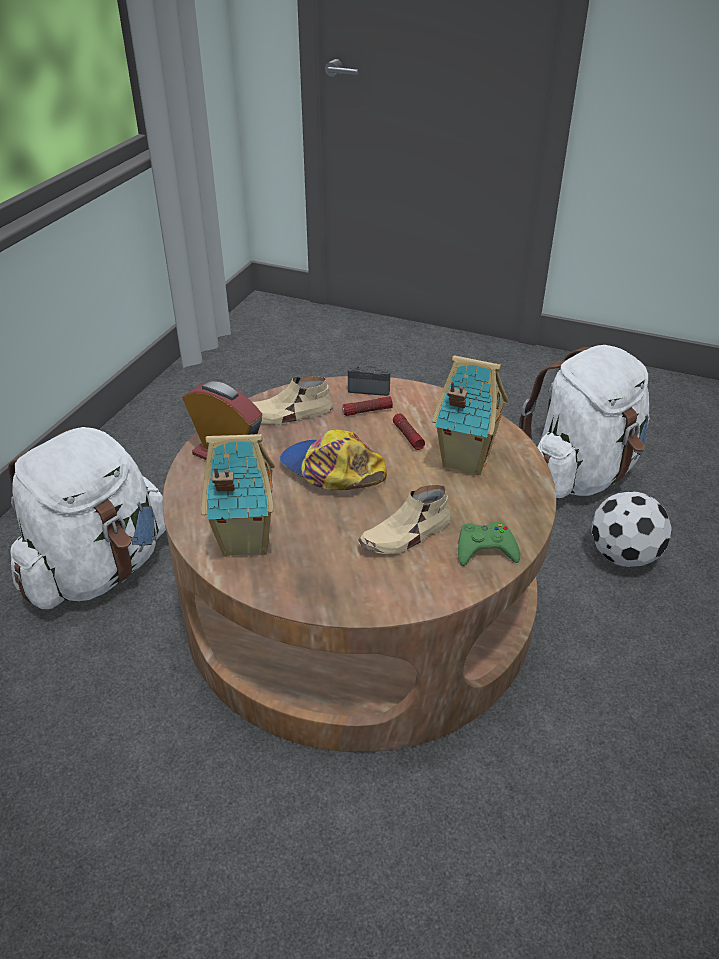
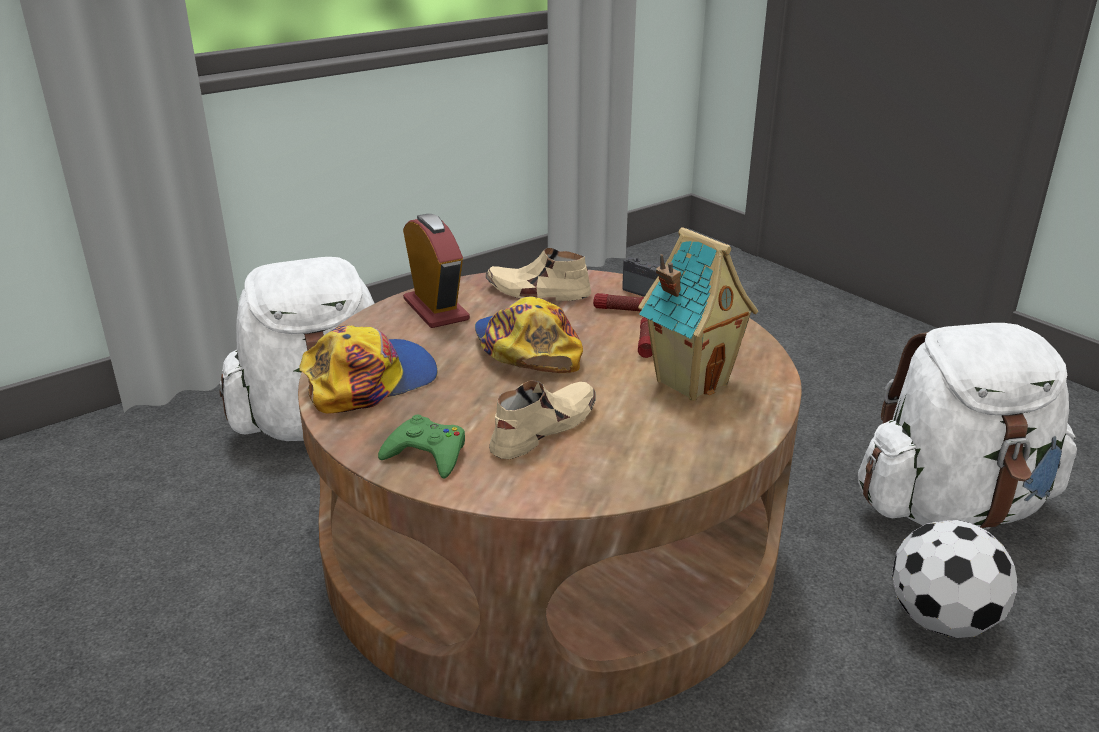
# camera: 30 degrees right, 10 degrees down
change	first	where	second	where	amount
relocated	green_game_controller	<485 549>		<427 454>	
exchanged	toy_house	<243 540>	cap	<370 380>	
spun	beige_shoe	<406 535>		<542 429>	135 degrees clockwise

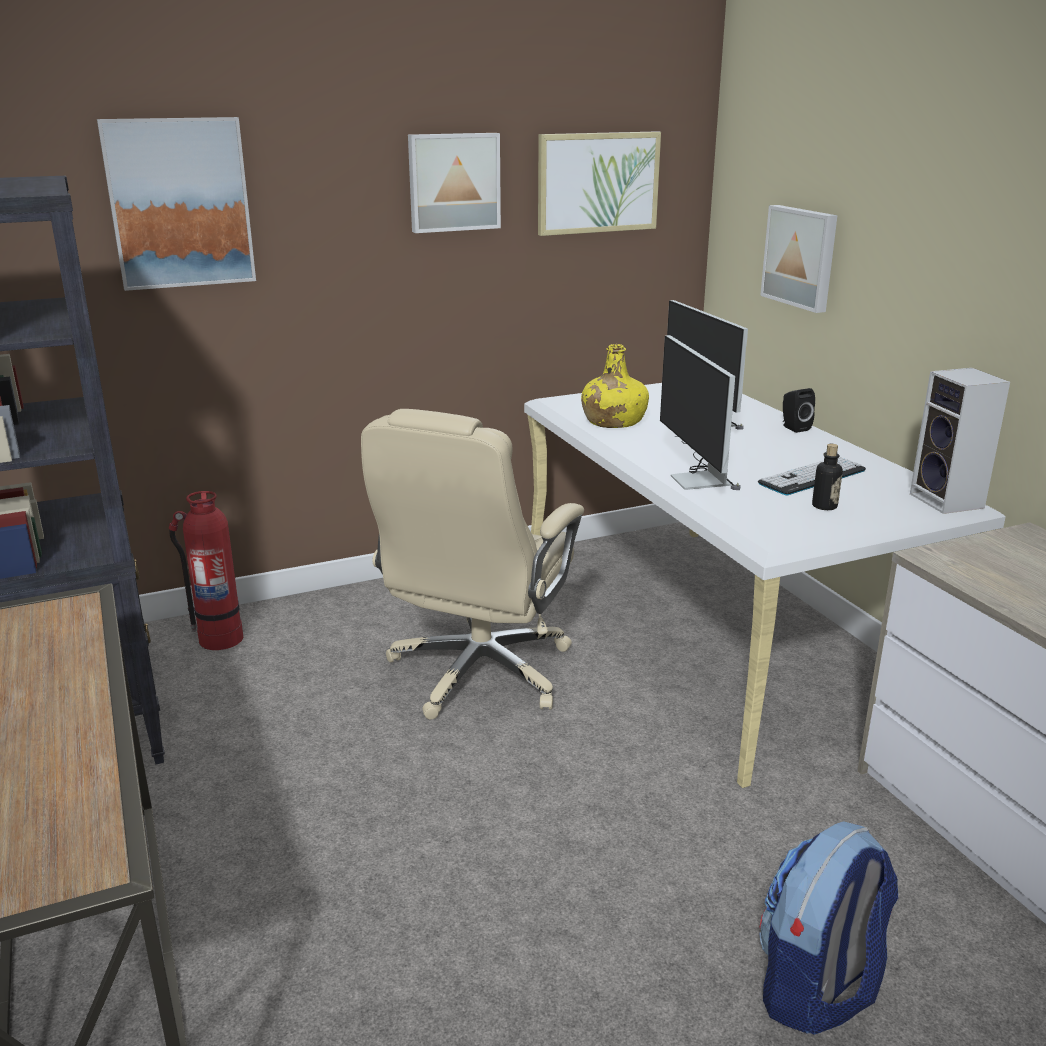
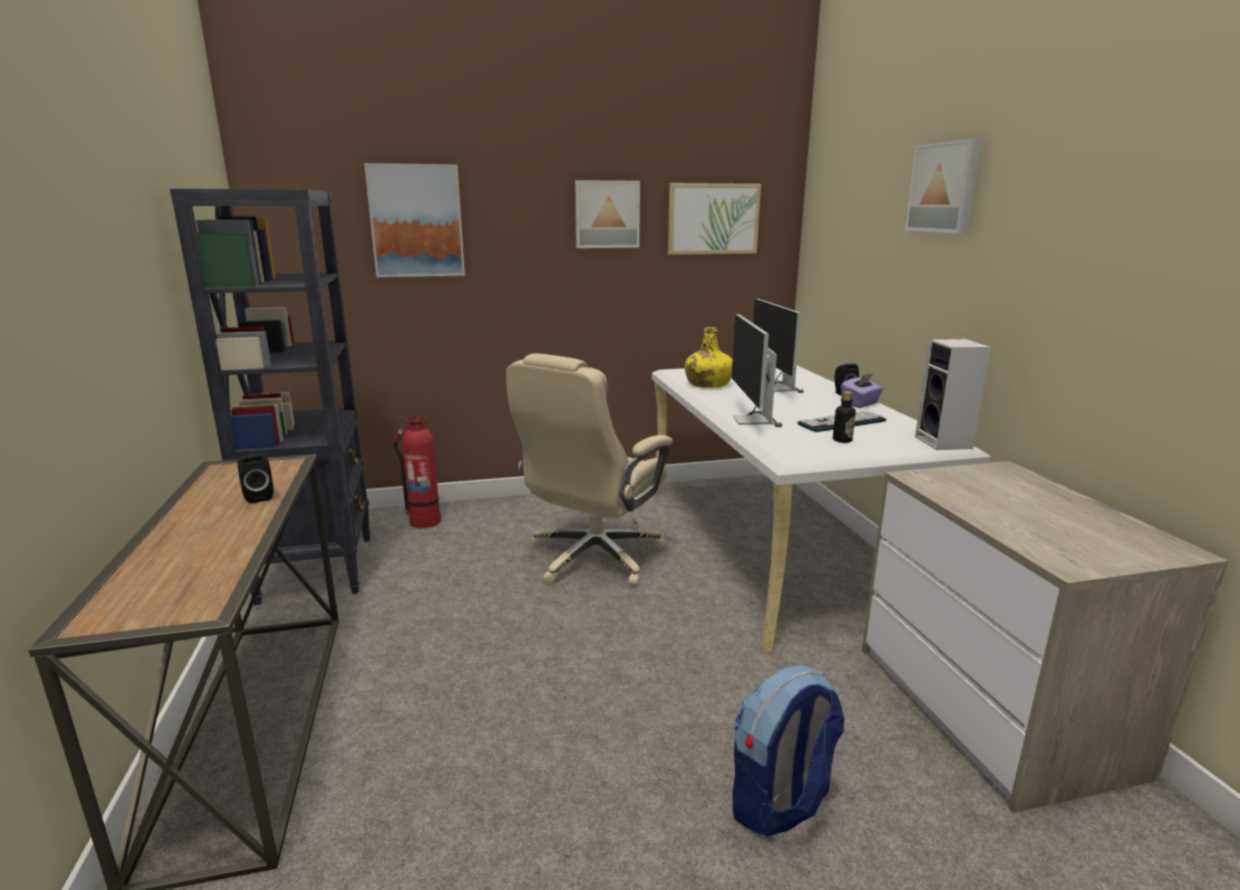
# camera: 10 degrees right, 5 degrees down
change	first	where	second	where	amount
appeared			black_speaker	<258 497>	
appeared			purple_tissue_box	<860 404>	
relocated	picture	<801 257>		<945 188>	

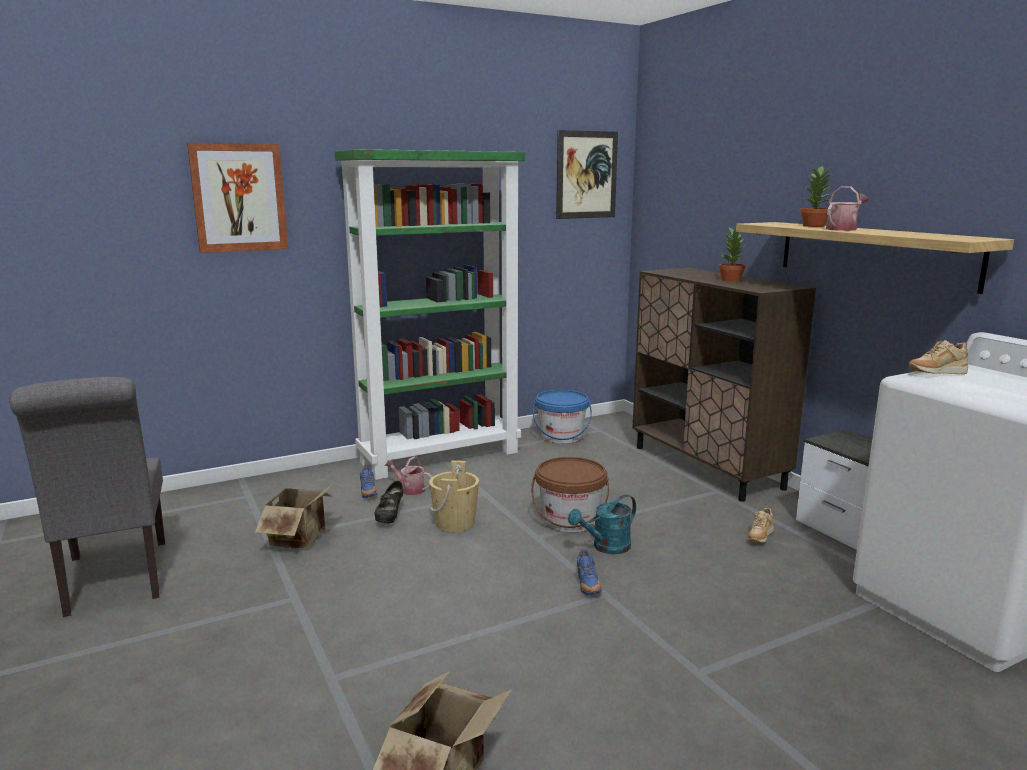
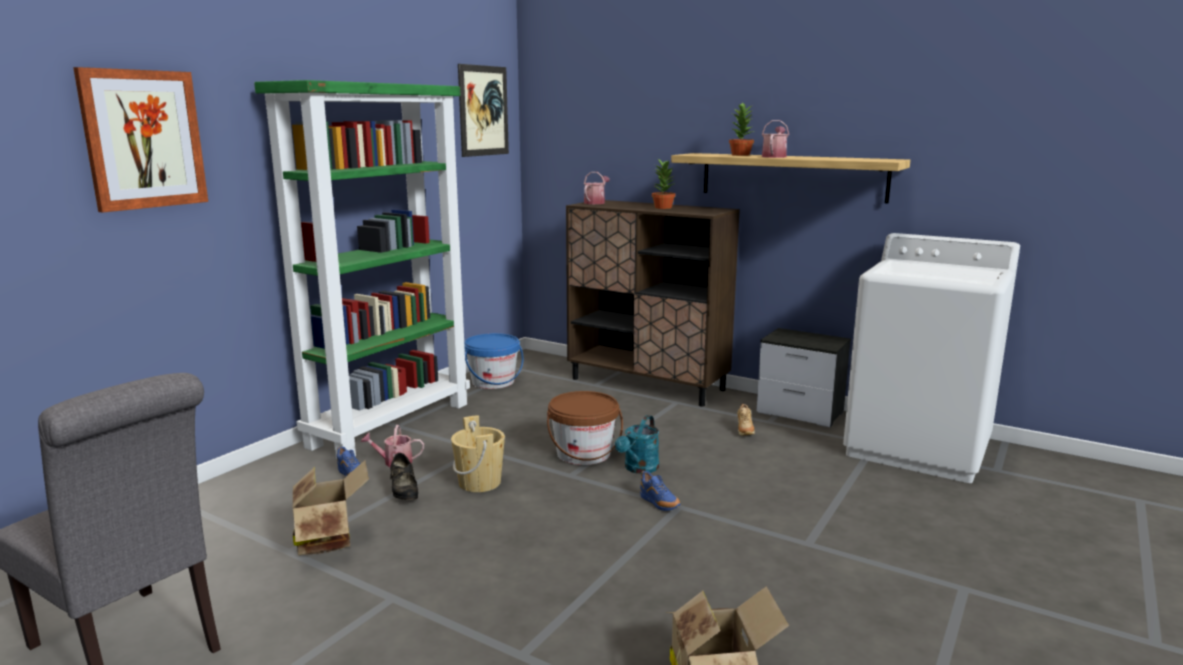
# camera: 30 degrees left, 0 degrees up
change	first	where	second	where	amount
missing	beige_shoe	<936 374>			
appeared			watering_can	<596 202>	

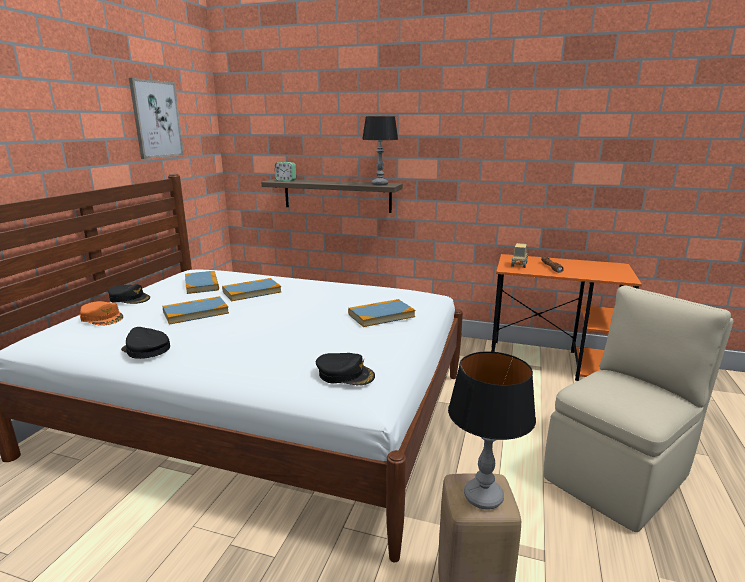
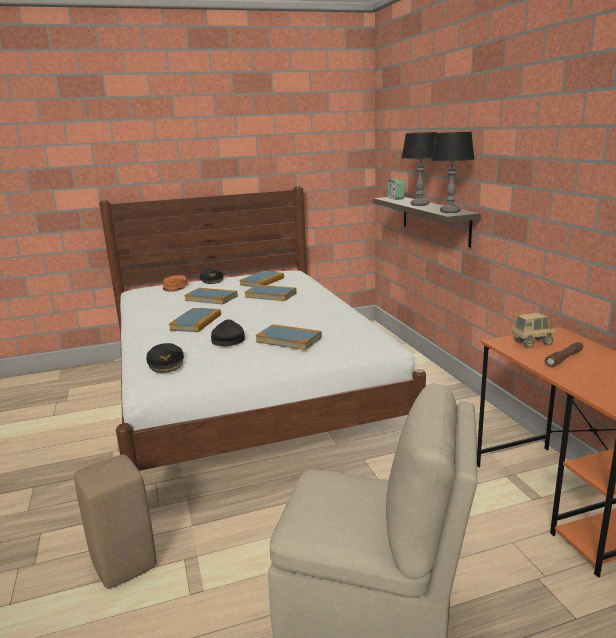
# camera: 55 degrees right, 0 degrees up
change	first	where	second	where	amount
missing	picture	<156 119>			
appeared			book	<196 322>	
relocated	black_cap	<146 349>		<228 339>	
relocated	table_lamp	<483 497>		<419 205>	

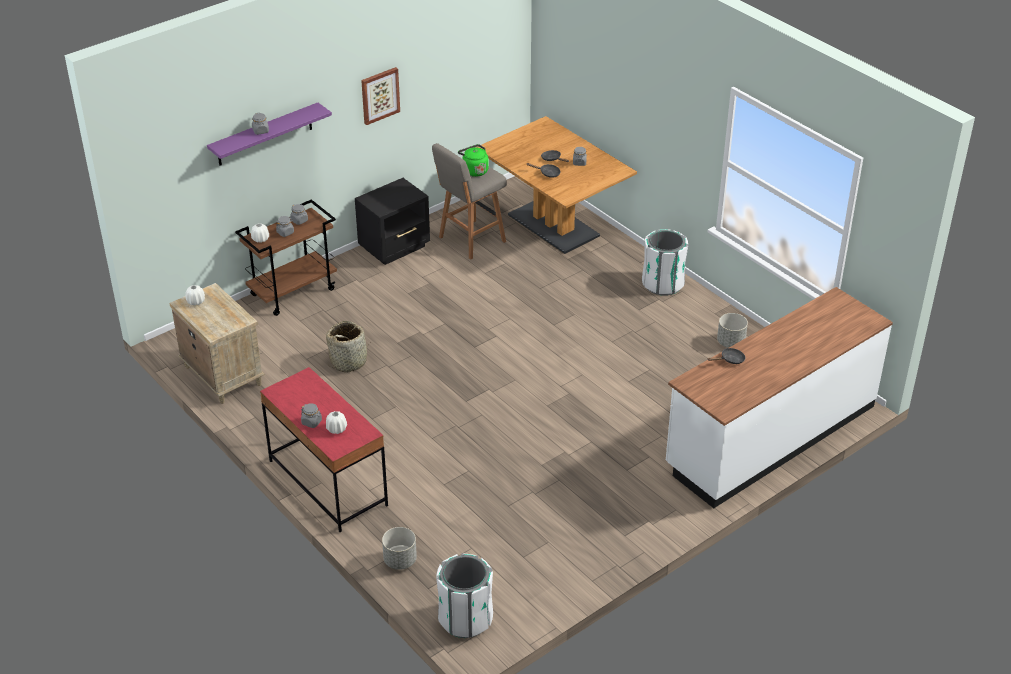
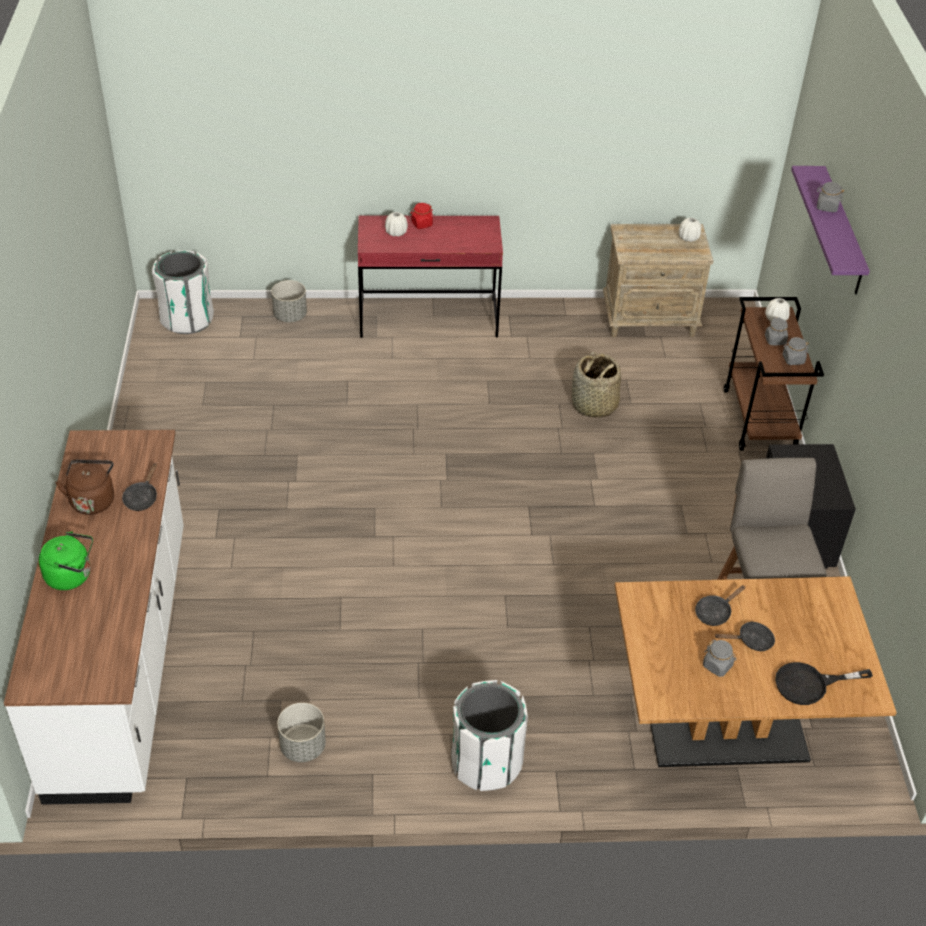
# camera: 125 degrees right, 5 degrees up
change	first	where	second	where	amount
missing	picture	<379 95>			
appeared			brown_kettle	<92 500>	
appeared			black_frying_pan	<809 684>	
relocated	green_kettle	<474 170>		<72 576>	
colour	grey_jar	<312 422>	red_jar	<421 224>	

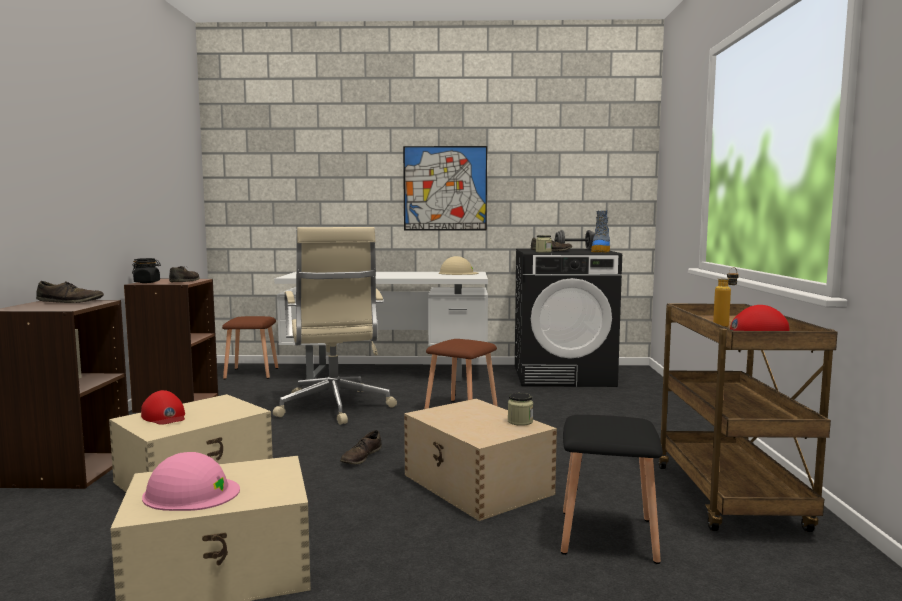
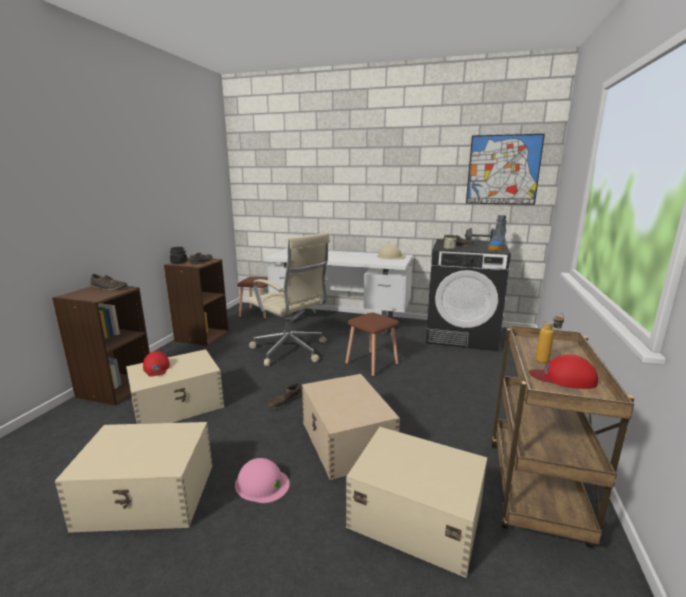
# camera: 15 degrees right, 10 degrees up
change	first	where	second	where	amount
missing	jar	<520 421>			
relocated	pink_hard_hat	<191 493>		<262 483>	
relocated	picture	<445 188>		<503 170>	
exchanged	black_stool	<606 536>	beige_storage_box	<414 515>	
spun	beige_office_chair	<334 408>		<291 351>	45 degrees counterclockwise

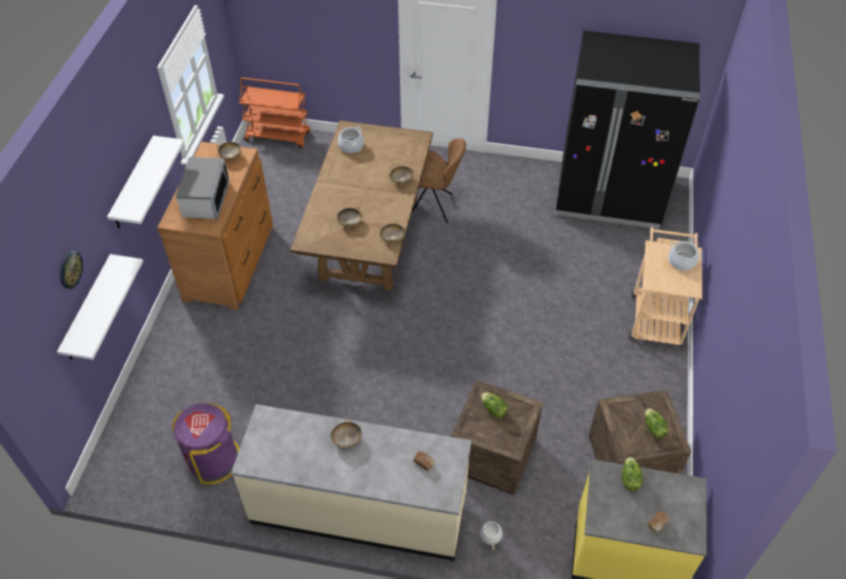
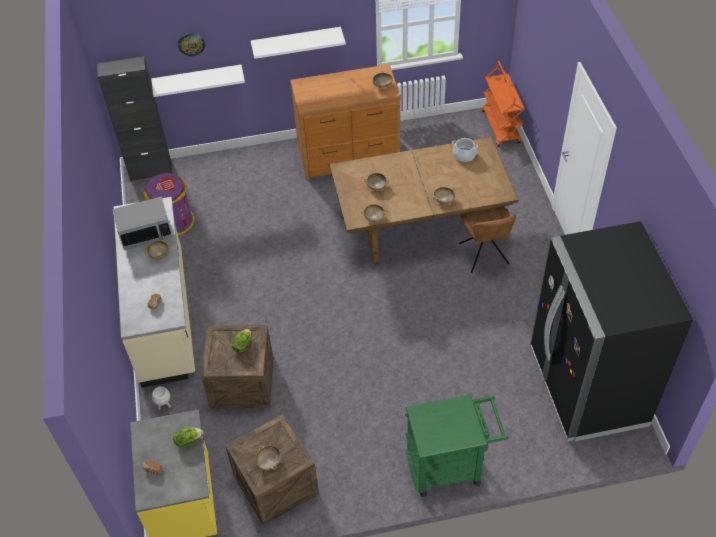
# camera: 70 degrees right, 0 degrees up
change	first	where	second	where	amount
missing	cooking_pot	<681 262>			
appeared			black_cabinet	<150 171>	
relocated	microwave	<206 200>		<146 233>	
exchanged	lettuce	<653 428>	beige_bowl	<269 462>	
colour	beige_cart	<656 314>	green_cart	<450 466>	

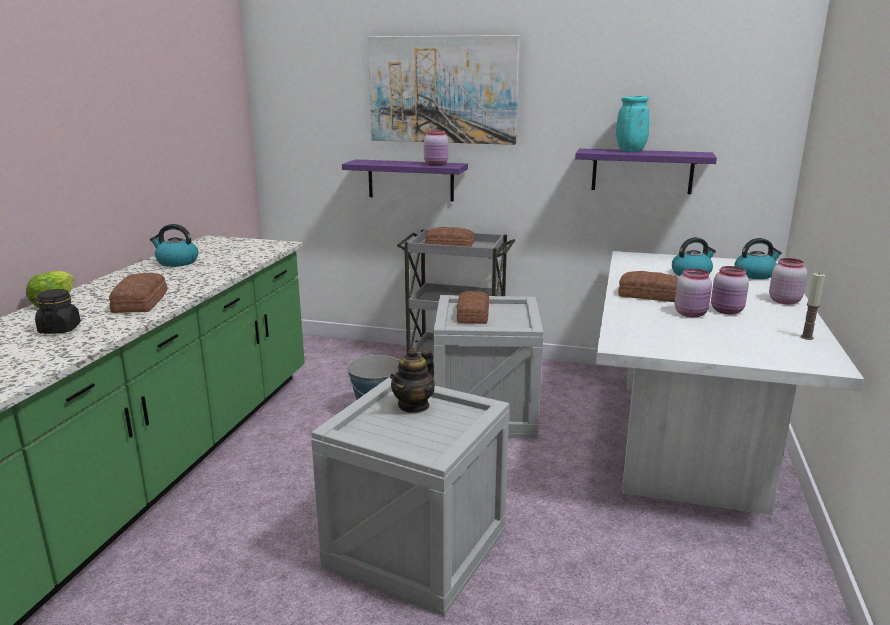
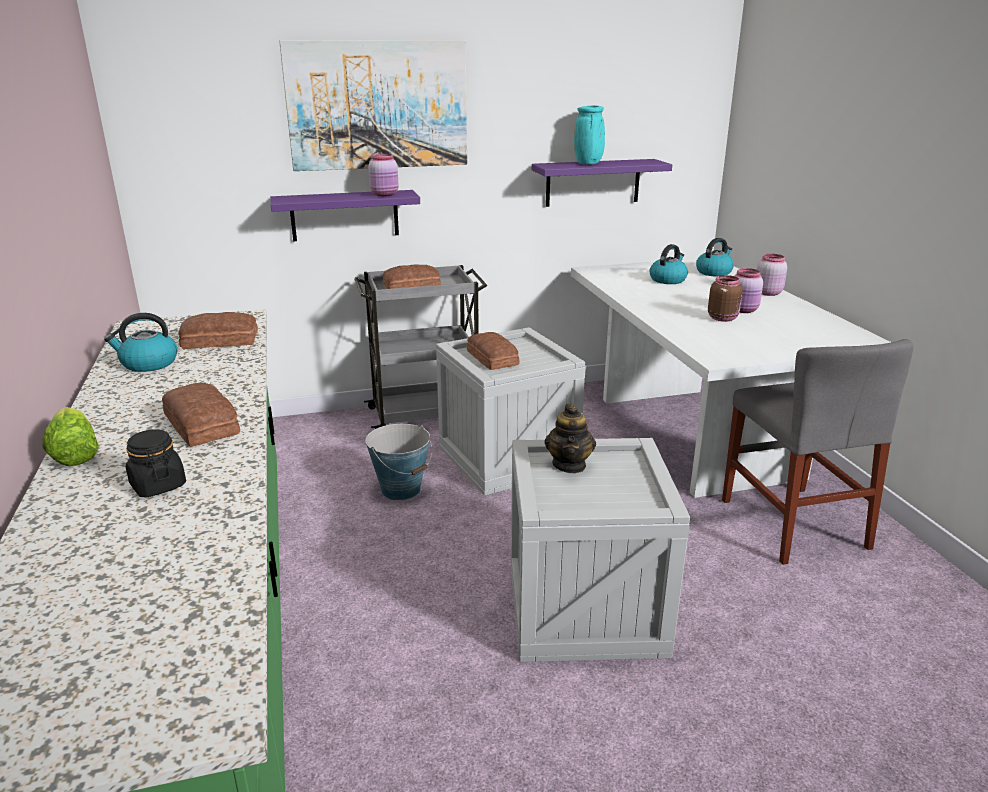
# camera: 30 degrees left, 5 degrees up
change	first	where	second	where	amount
missing	candle	<806 337>			
appeared			grey_chair	<792 523>	
relocated	bread	<650 295>		<221 341>	
colour	pink_jar	<691 313>	brown_jar	<723 318>	

